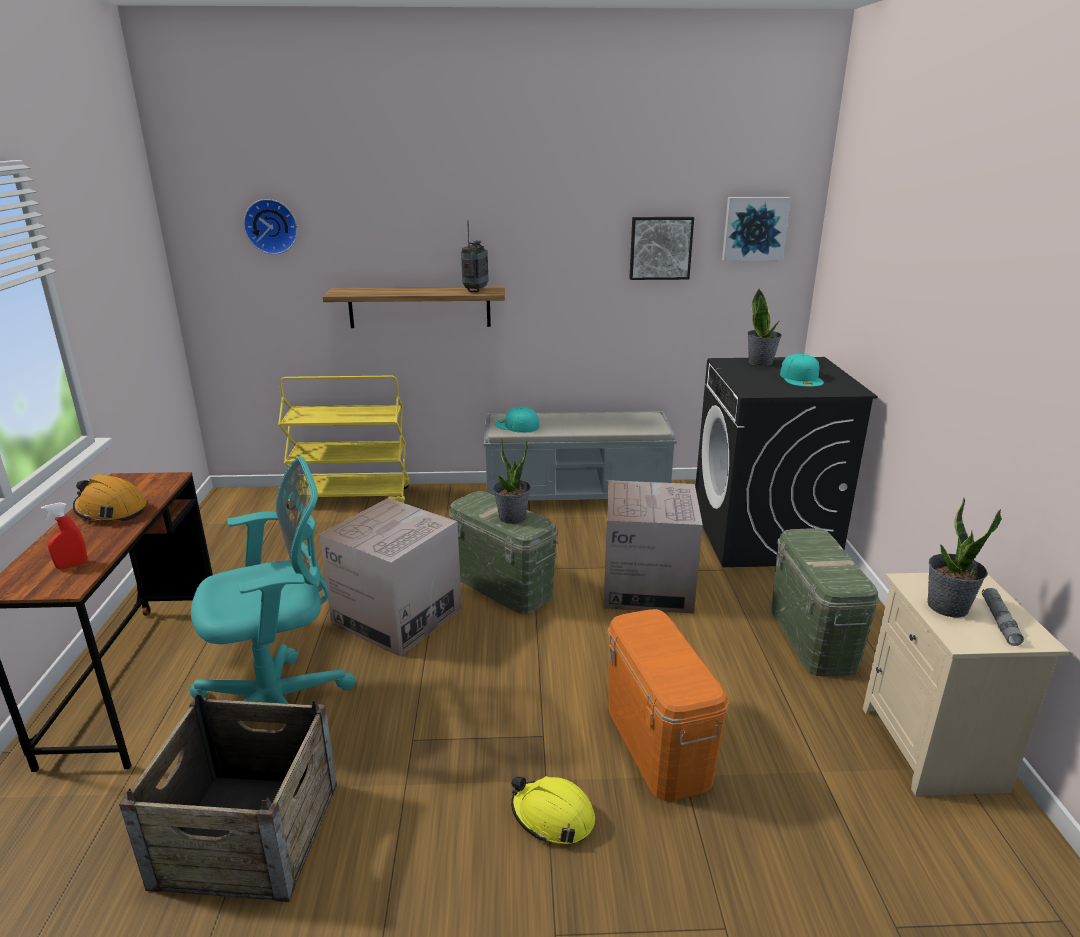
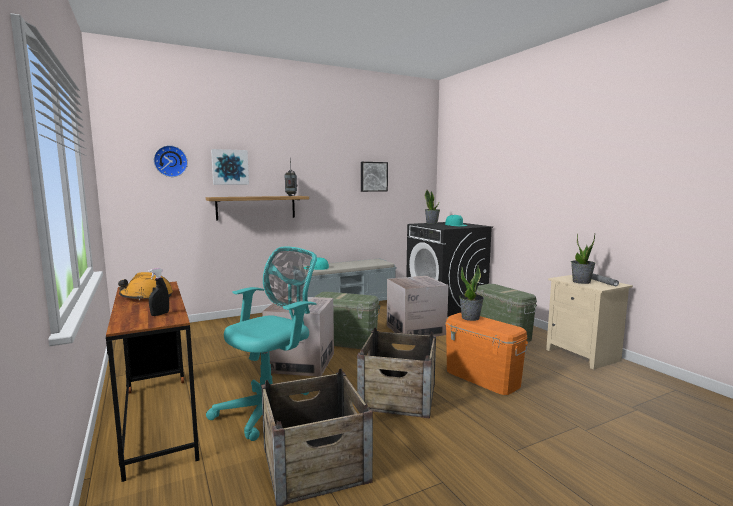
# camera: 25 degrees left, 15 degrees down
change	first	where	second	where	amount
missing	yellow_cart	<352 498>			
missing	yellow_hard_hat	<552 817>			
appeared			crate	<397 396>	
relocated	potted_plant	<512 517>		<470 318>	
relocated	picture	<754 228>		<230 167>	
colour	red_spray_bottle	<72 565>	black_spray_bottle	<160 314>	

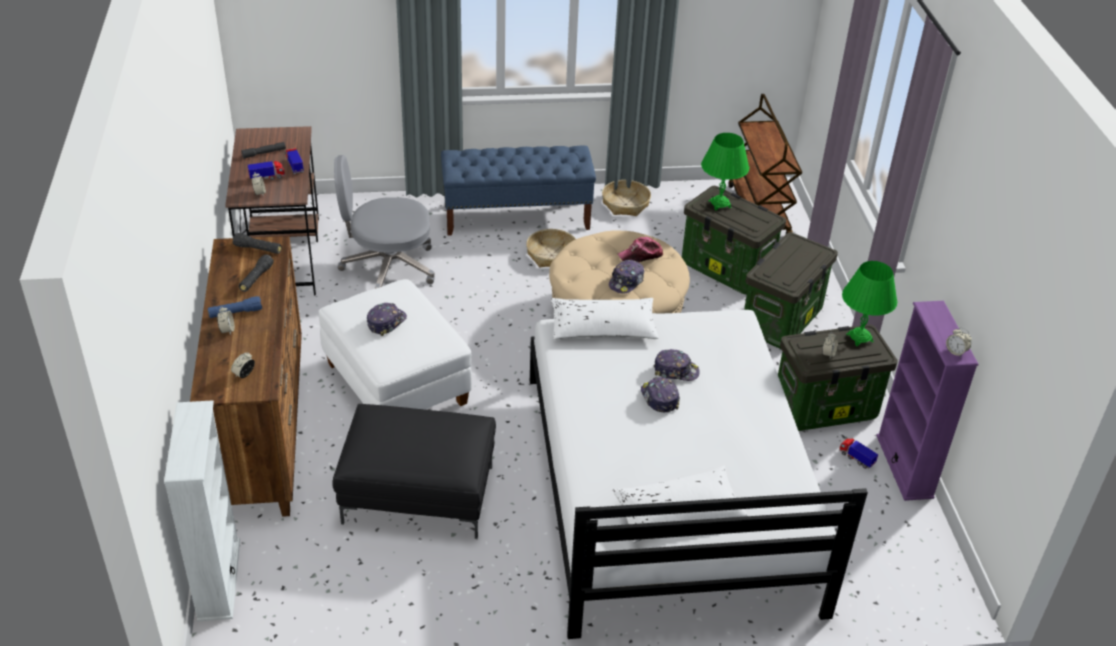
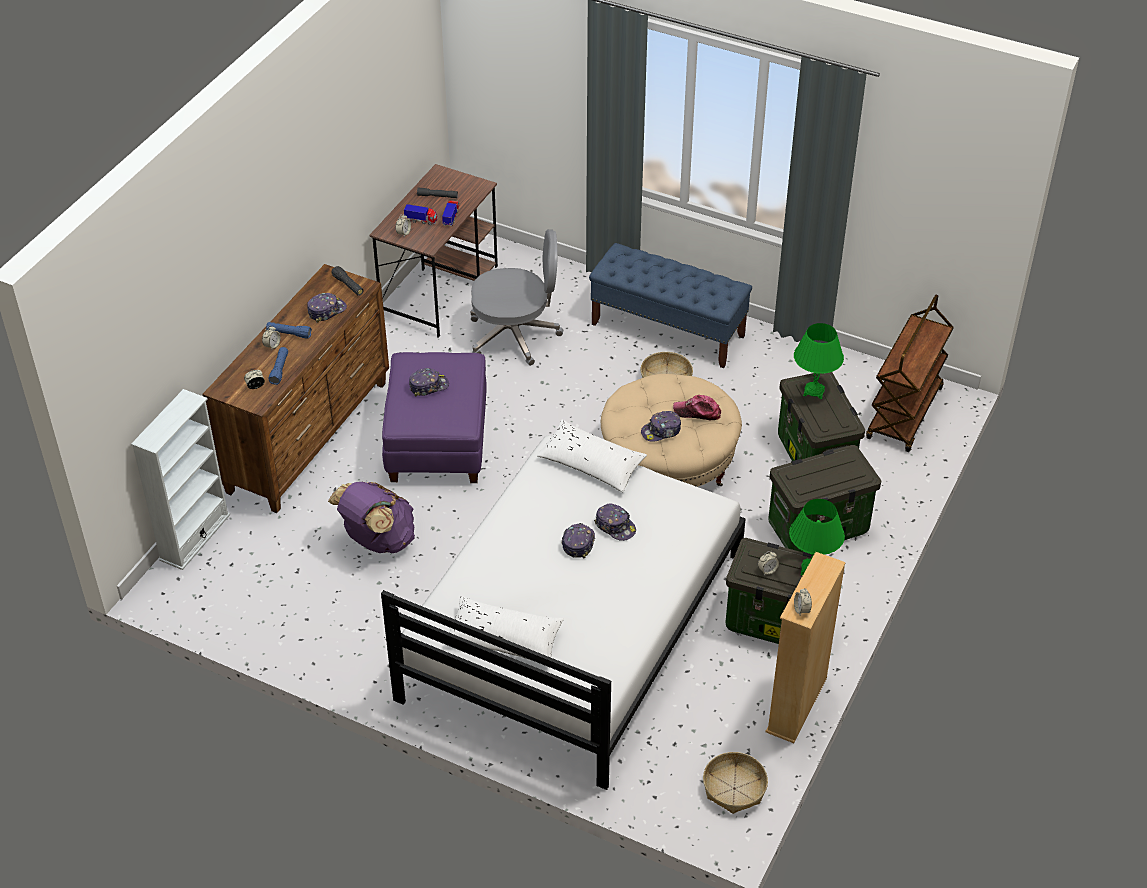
# camera: 35 degrees right, 5 degrees up
change	first	where	second	where	amount
missing	toy_truck	<856 458>			
appeared			blue_flashlight	<279 369>	
relocated	basket	<625 204>		<734 789>	
exchanged	black_flashlight	<256 278>	cap	<326 311>	
exchanged	black_ottoman	<416 496>	purple_backpack	<377 540>	
colour	white_ottoman	<396 384>	purple_ottoman	<437 443>	
colour	purple_bookcase	<904 466>	beige_bookcase	<797 705>	
spun	grey_office_chair	<387 267>		<515 335>	150 degrees clockwise

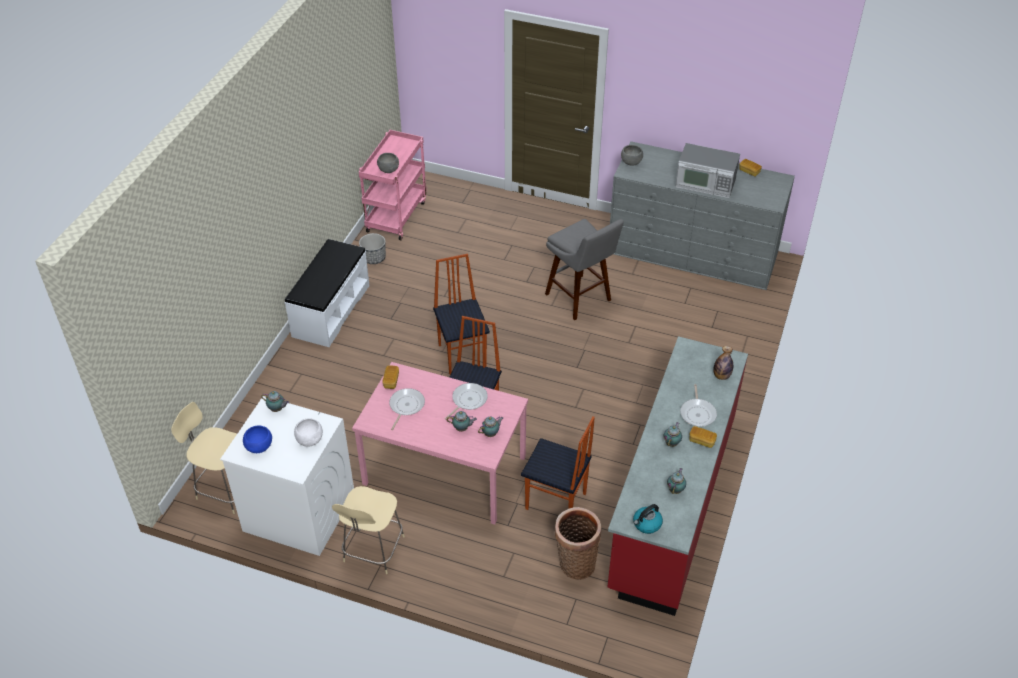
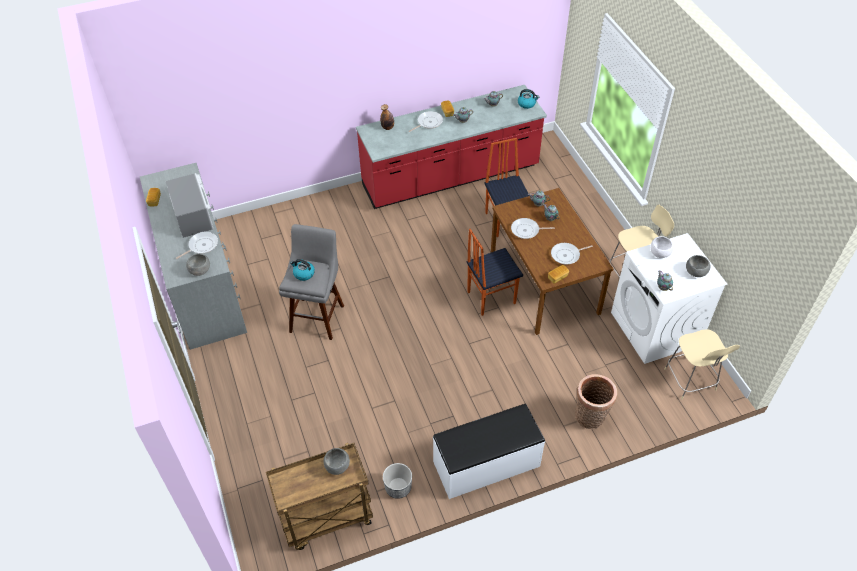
# camera: 130 degrees left, 5 degrees up
change	first	where	second	where	amount
missing	chair	<463 355>			
appeared			frying_pan	<202 246>	
appeared			kettle	<303 274>	
relocated	basket	<575 563>		<590 418>	
colour	blue_bowl	<259 447>	grey_bowl	<695 272>	
colour	pink_dining_table	<443 471>	brown_dining_table	<545 283>	
colour	pink_cart	<396 215>	brown_cart	<326 519>	

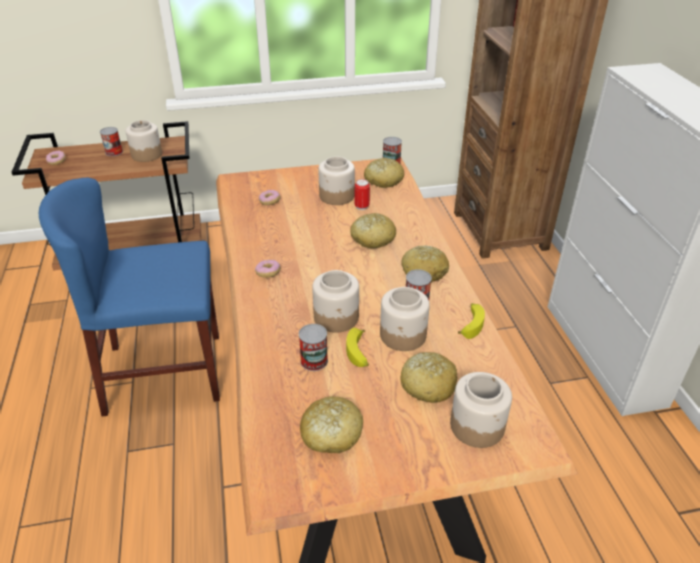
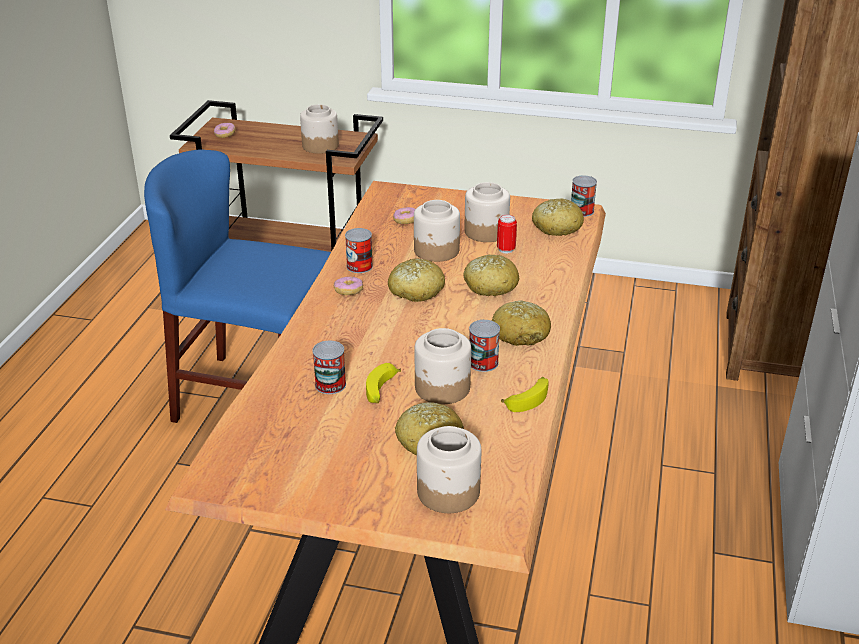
# camera: 25 degrees right, 5 degrees down
change	first	where	second	where	amount
relocated	can	<114 152>		<359 266>	
relocated	bread	<331 433>		<416 290>	
relocated	jar	<336 317>		<436 251>	

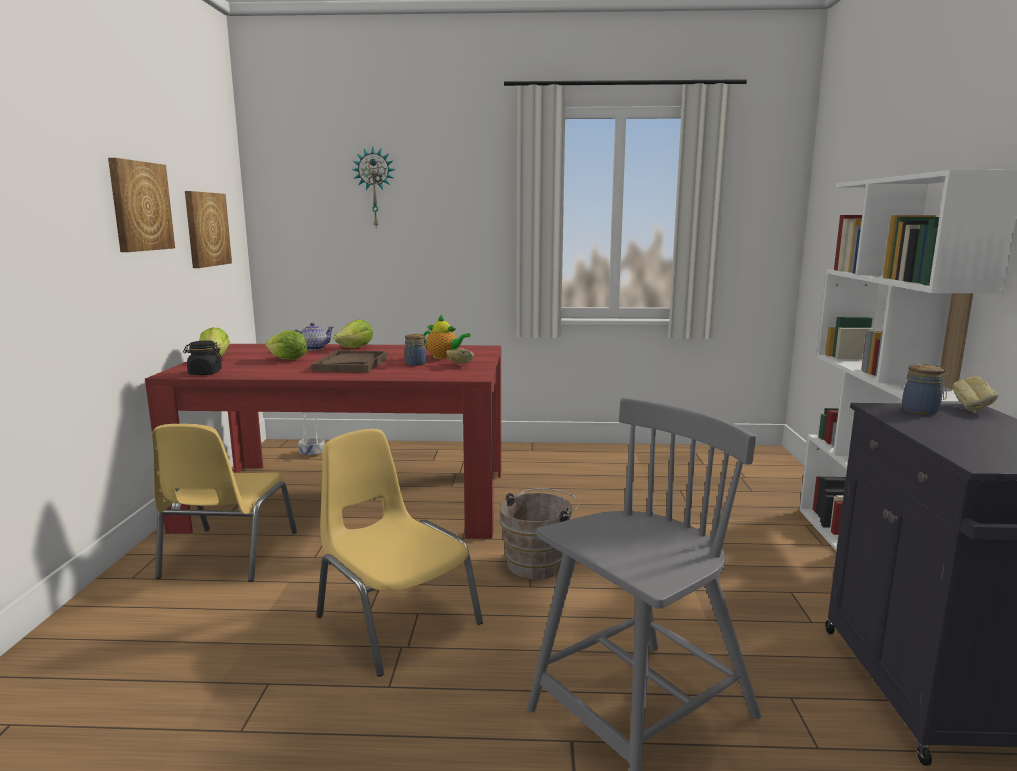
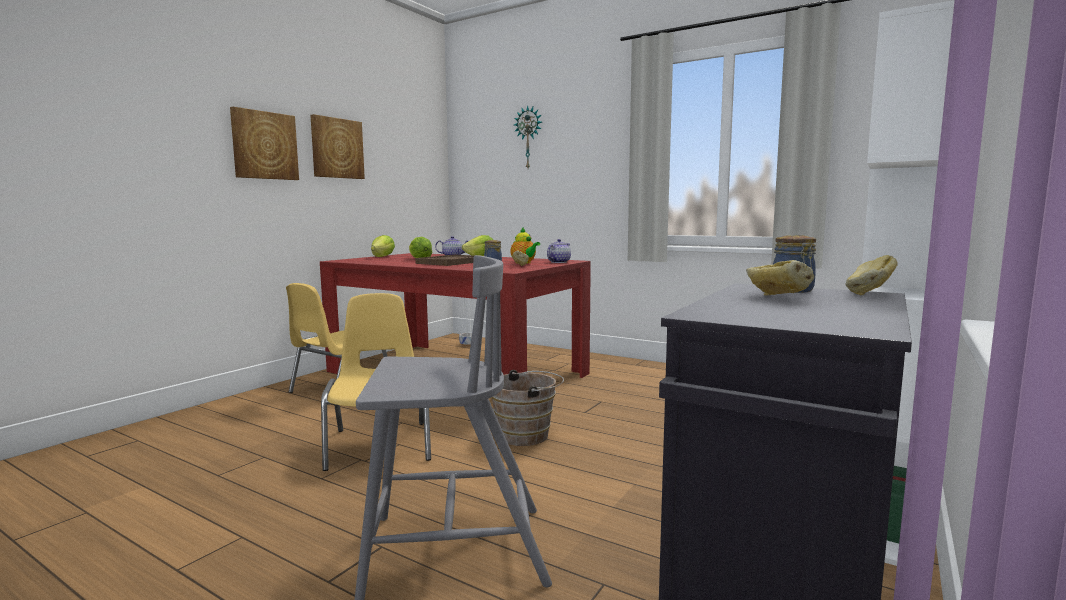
# camera: 30 degrees right, 5 degrees down
change	first	where	second	where	amount
missing	black_jar	<205 373>			
appeared			teapot	<558 262>	
appeared			bread	<777 298>	
relocated	picture	<206 229>		<264 145>	

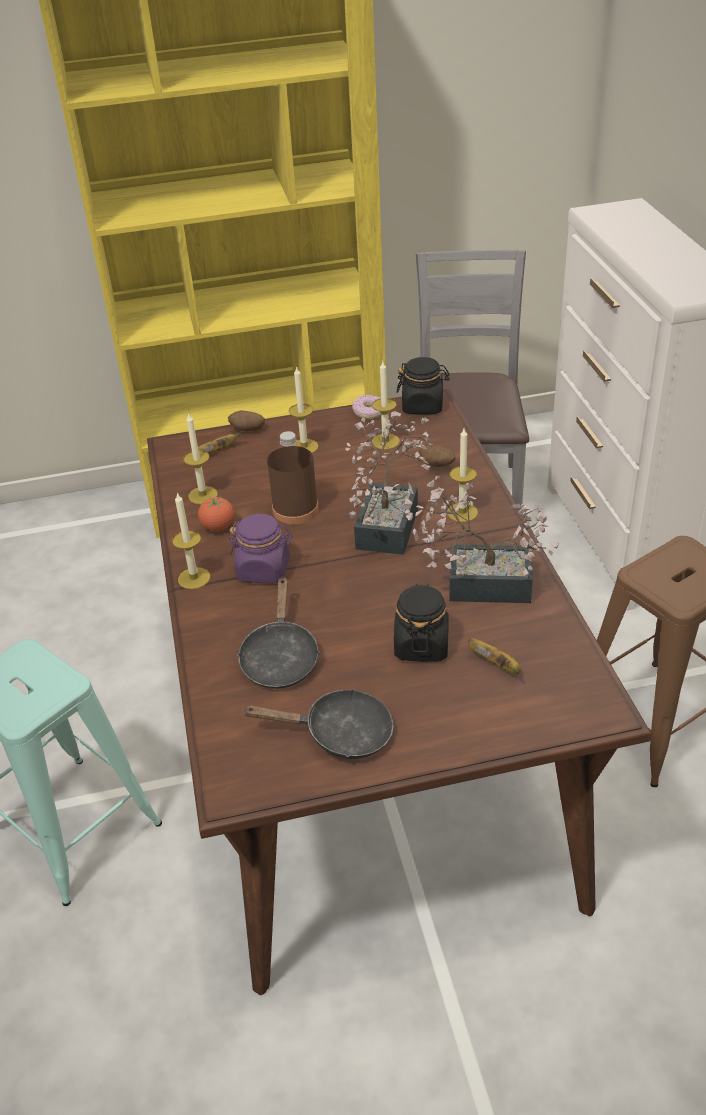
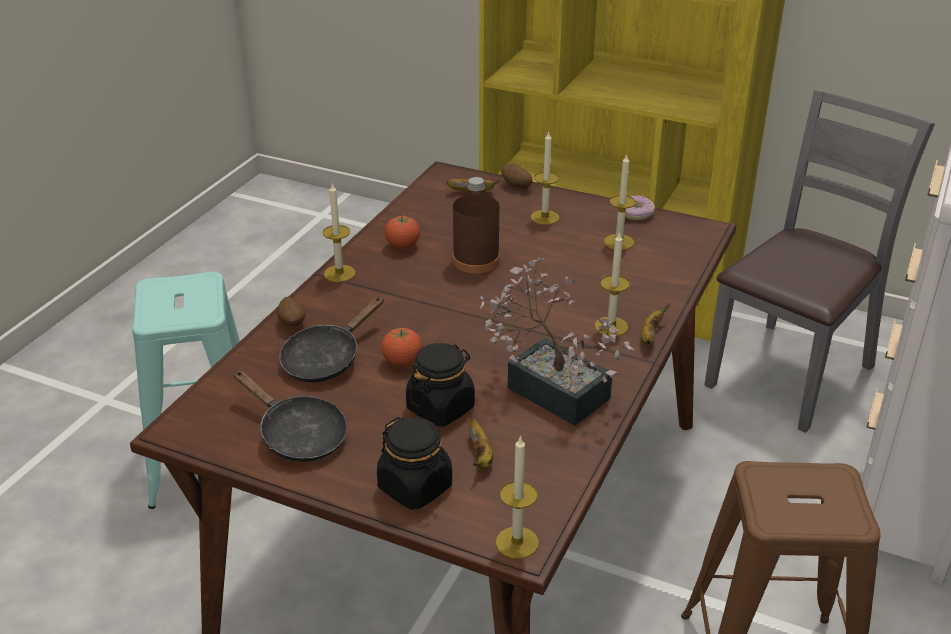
# camera: 35 degrees right, 5 degrees down
change	first	where	second	where	amount
missing	purple_jar	<264 570>			
missing	potted_plant	<390 522>			
appeared			tomato	<402 362>	
appeared			banana	<650 336>	
relocated	candle	<203 495>		<517 542>	
relocated	black_jar	<423 406>		<415 487>	
relocated	potato	<437 465>		<292 324>	

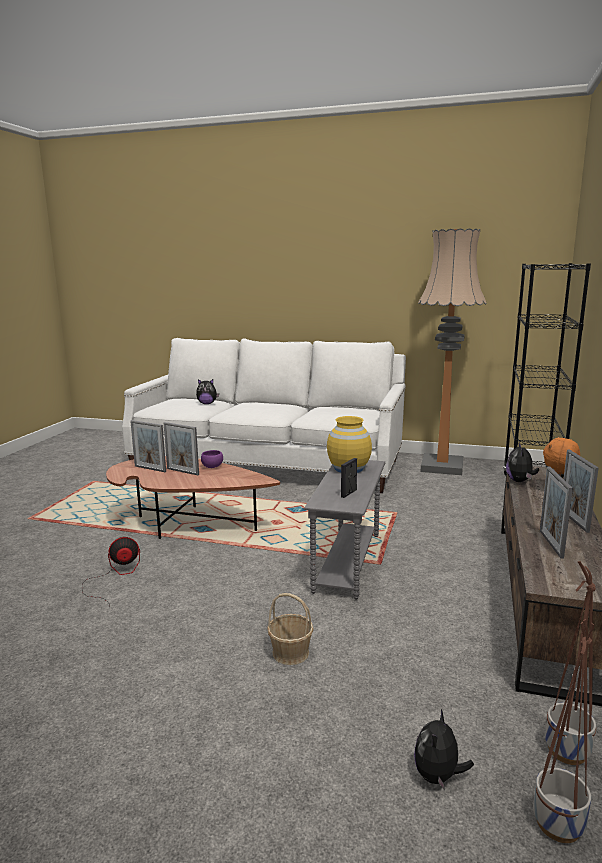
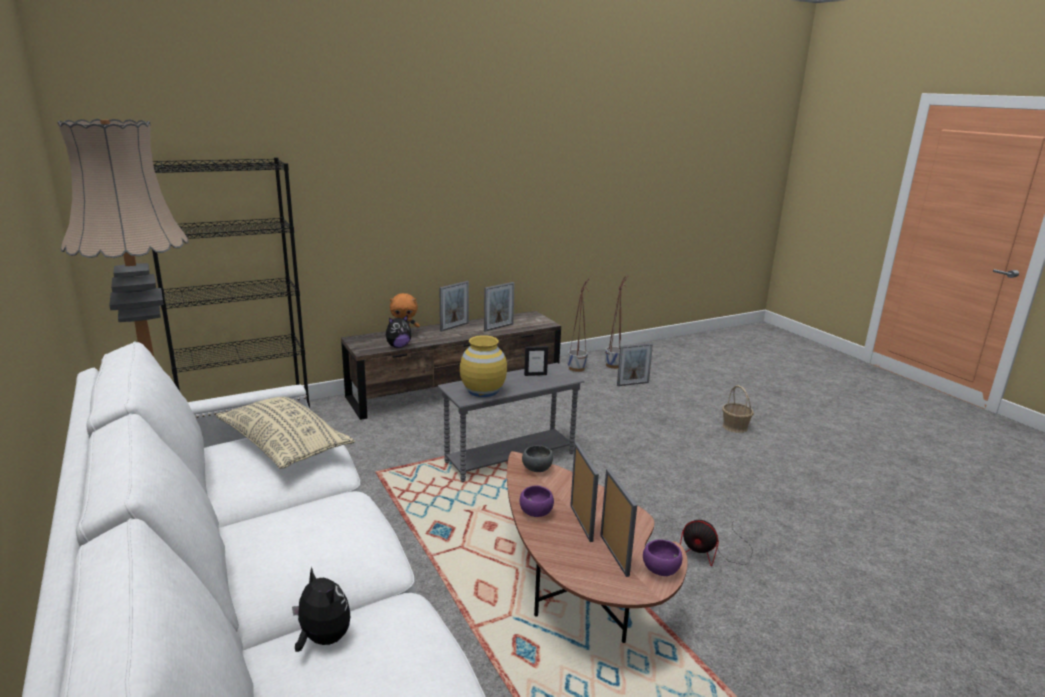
# camera: 135 degrees left, 5 degrees up
change	first	where	second	where	amount
appeared			beige_pillow	<284 444>	
appeared			grey_bowl	<537 469>	
appeared			purple_bowl	<661 571>	
relocated	basket	<290 652>		<735 427>	
exchanged	plush_toy	<438 776>	picture_frame	<632 384>	

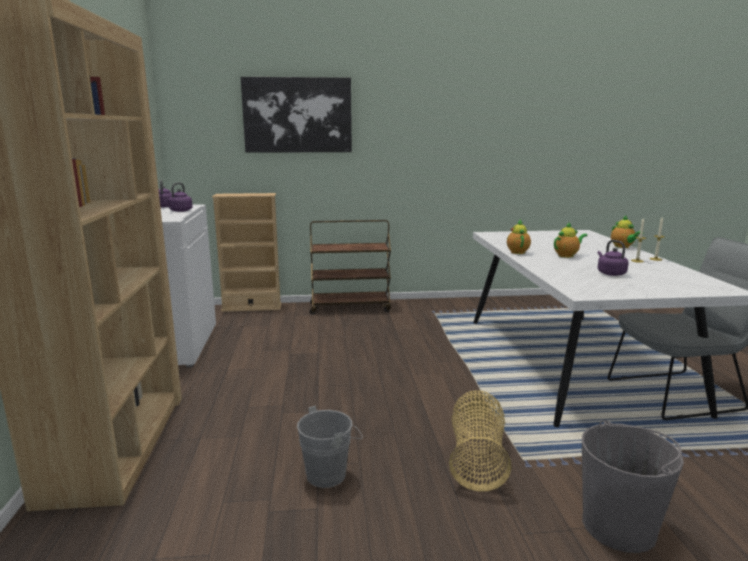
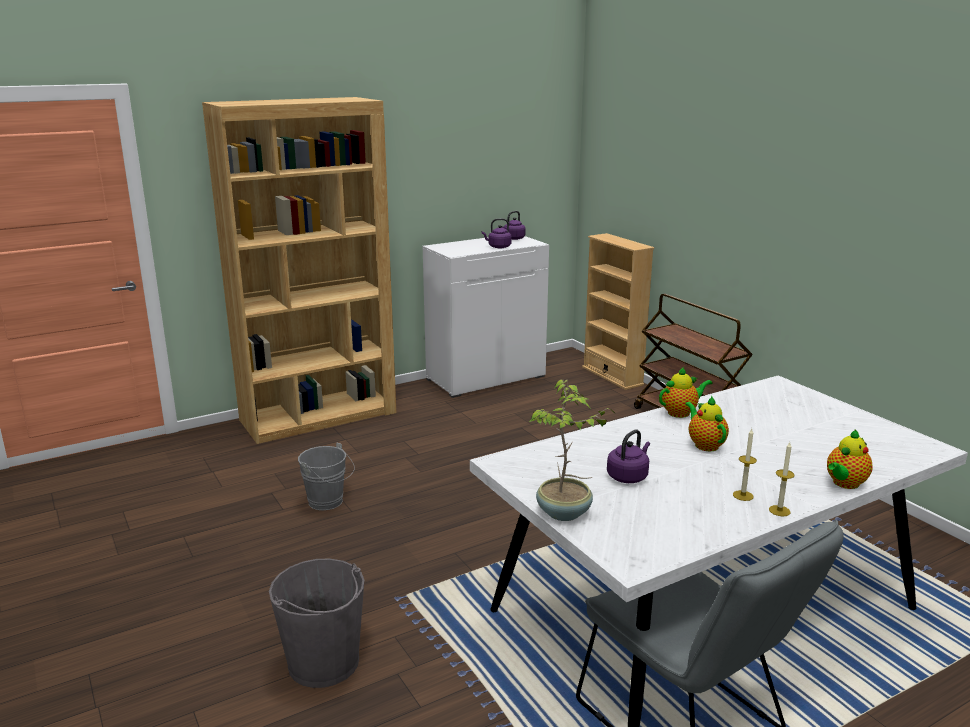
# camera: 65 degrees right, 5 degrees up
change	first	where	second	where	amount
missing	picture	<297 115>			
missing	basket	<477 458>			
appeared			potted_plant	<564 513>	
spun	teapot	<567 255>		<704 444>	150 degrees counterclockwise

